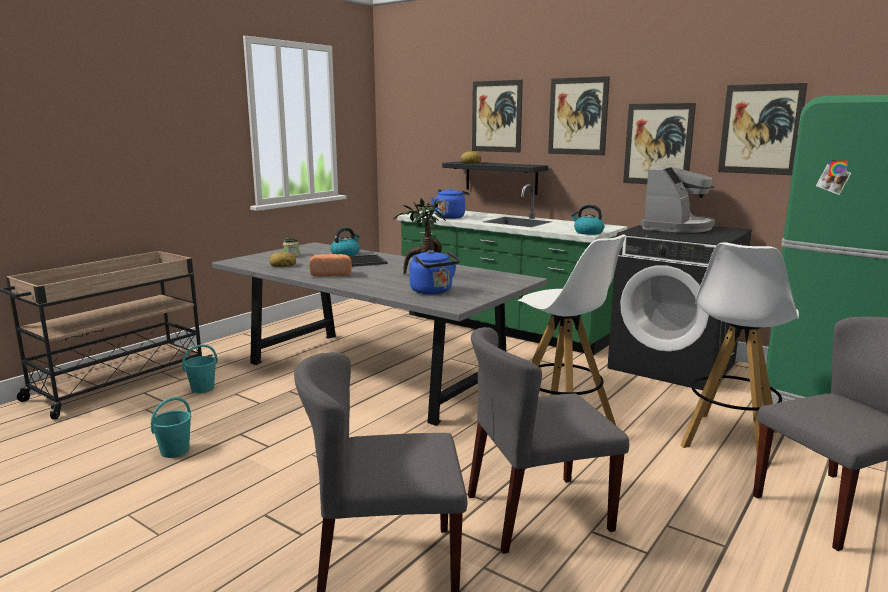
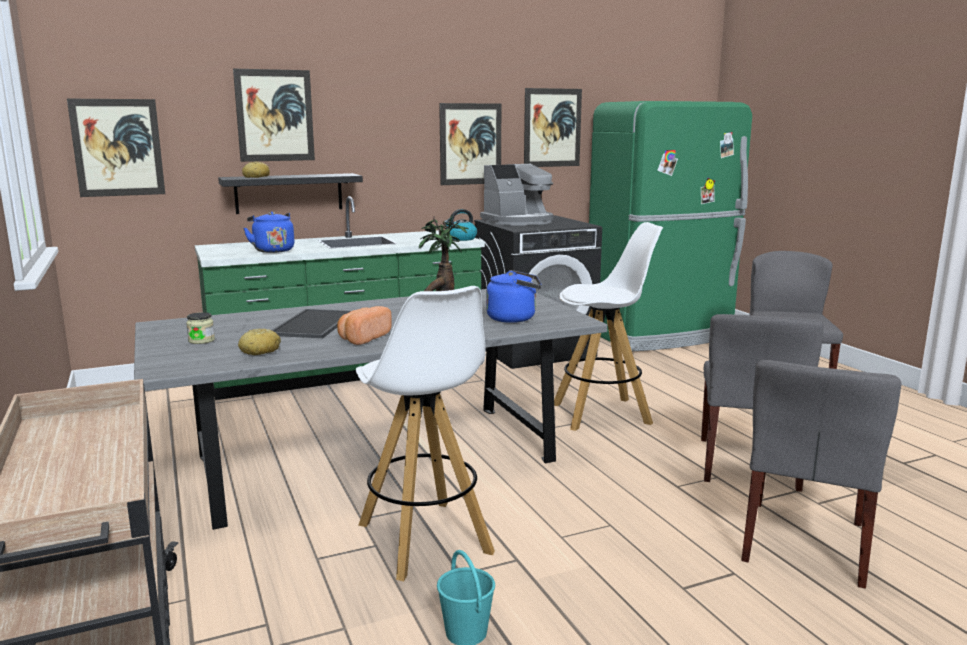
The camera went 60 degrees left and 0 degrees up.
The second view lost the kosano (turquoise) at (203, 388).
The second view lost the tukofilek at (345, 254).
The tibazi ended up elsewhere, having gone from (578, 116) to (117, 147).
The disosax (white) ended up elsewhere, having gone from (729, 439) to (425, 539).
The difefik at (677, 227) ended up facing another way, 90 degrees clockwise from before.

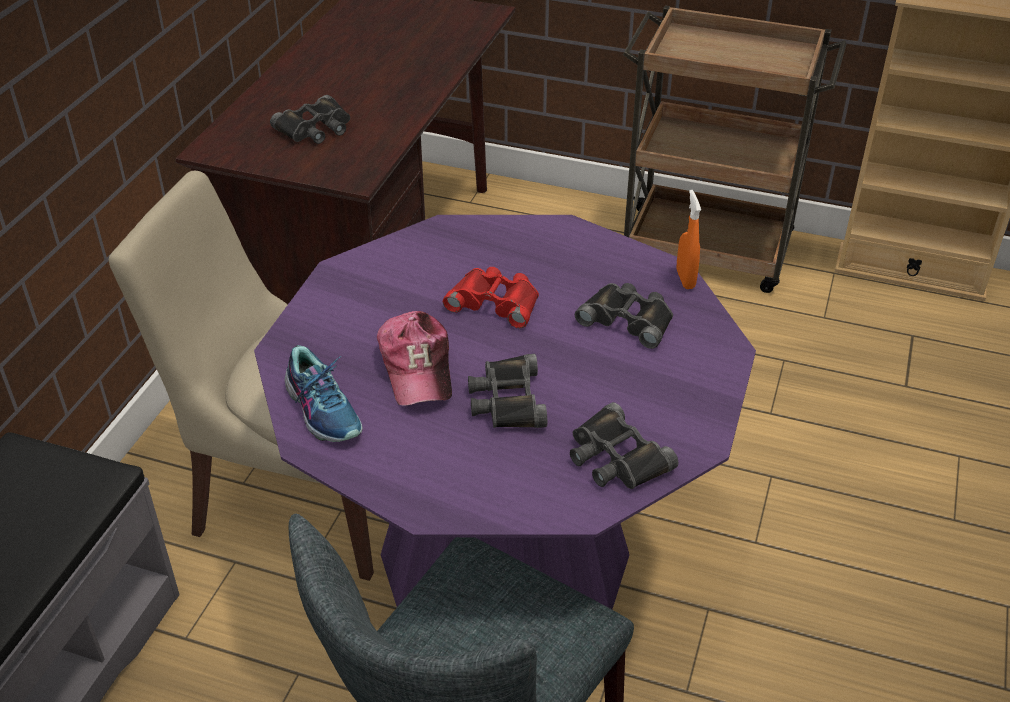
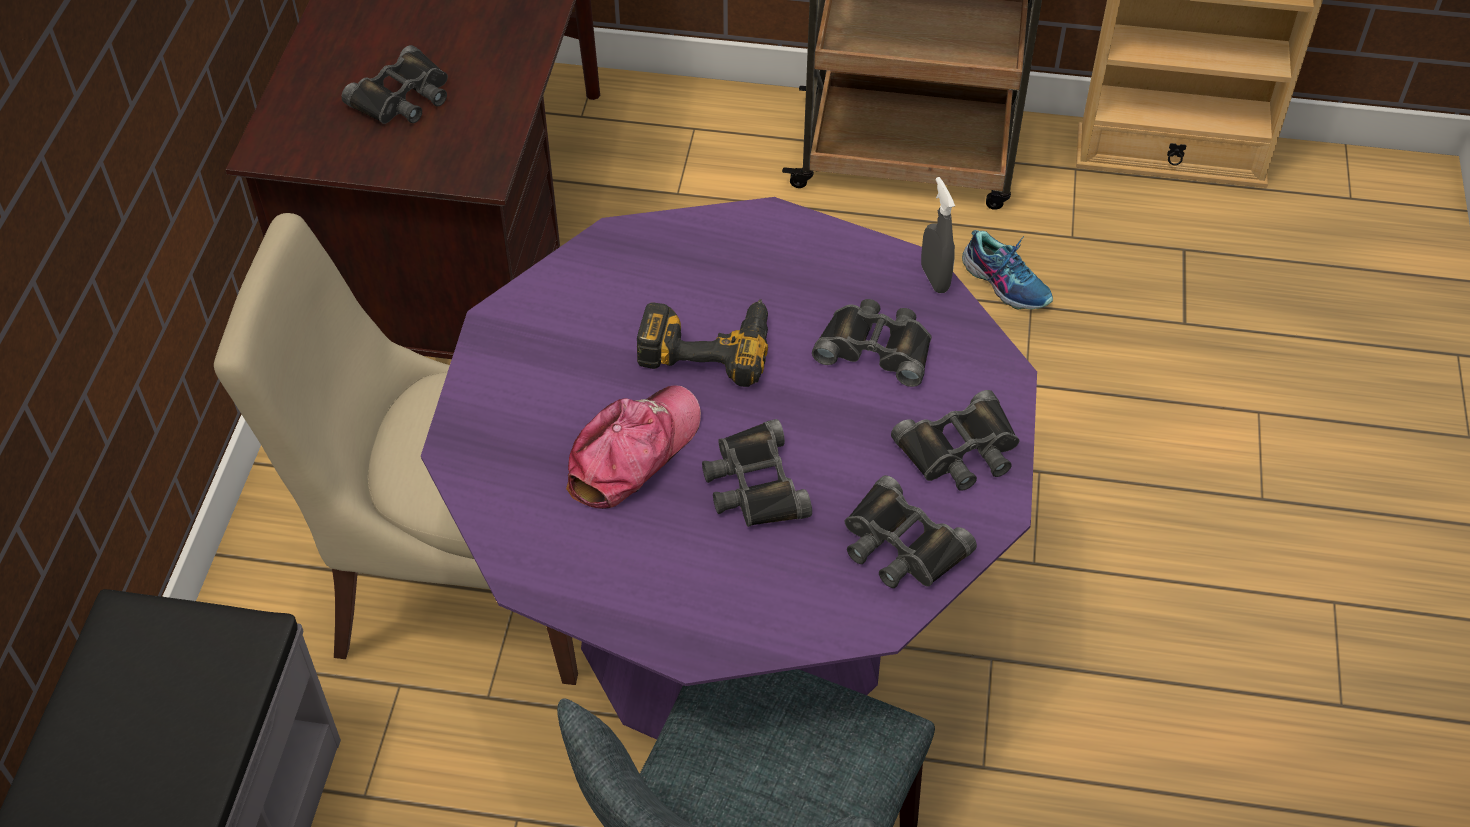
The camera went 10 degrees left and 10 degrees up.
The second view gained the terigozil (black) at (960, 451).
The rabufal ended up elsewhere, having gone from (324, 409) to (1006, 282).
Where the terigozil (red) stood at (495, 302), the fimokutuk came to stand at (707, 343).
What was the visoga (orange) at (685, 279) turned into the visoga (grey) at (934, 278).
The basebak at (417, 367) ended up facing another way, 120 degrees counterclockwise from before.

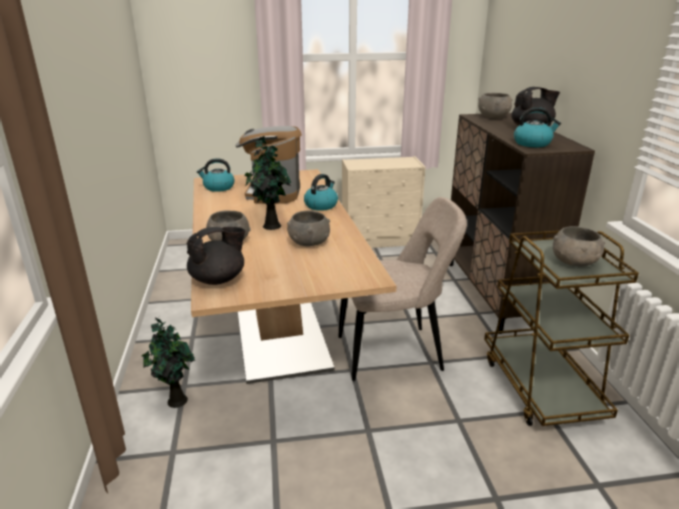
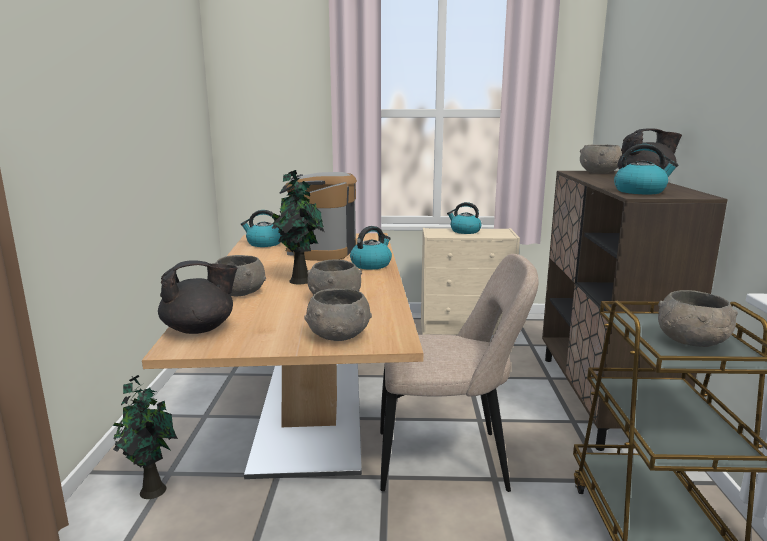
The camera went 10 degrees right and 10 degrees down.
The second view gained the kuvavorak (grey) at (337, 335).
The second view gained the tukofilek at (464, 231).

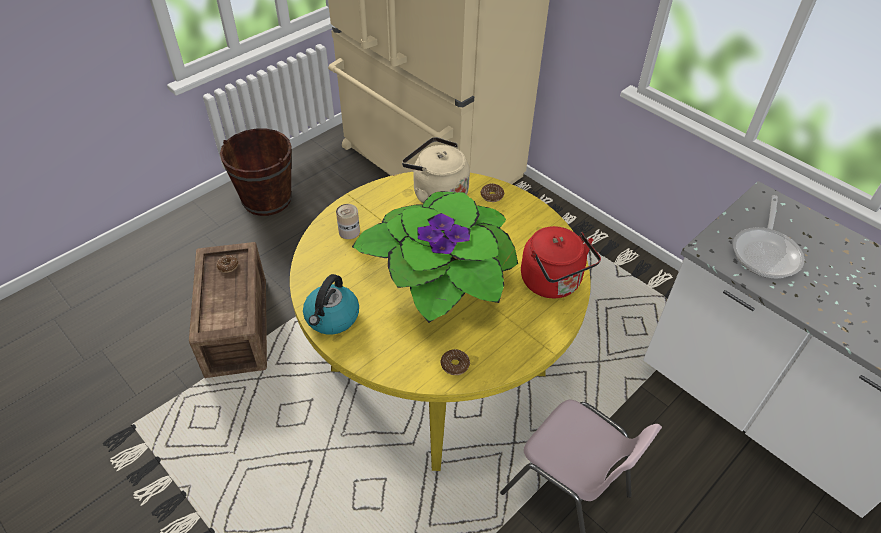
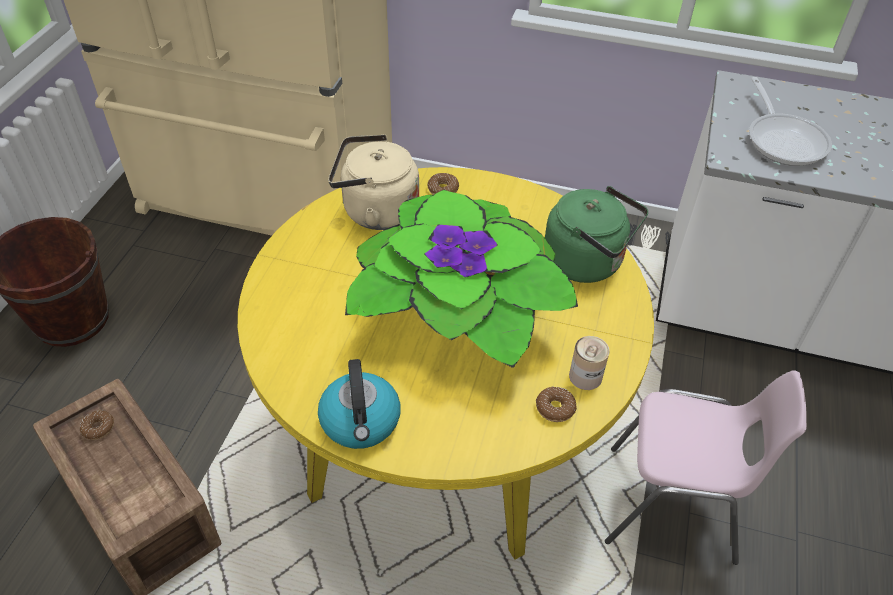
The camera went 30 degrees left and 0 degrees up.
The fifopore ended up elsewhere, having gone from (349, 231) to (585, 376).
What was the tukofilek (red) at (553, 283) turned into the tukofilek (green) at (587, 262).

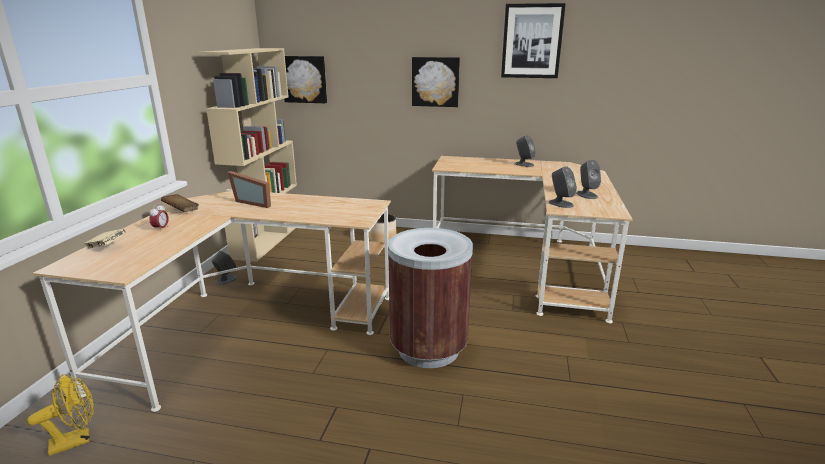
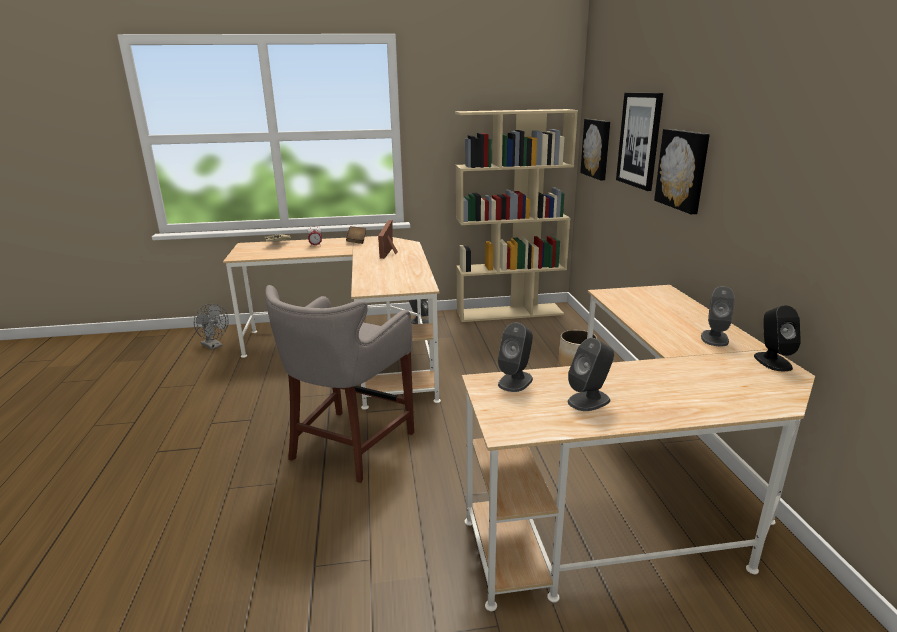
The camera went 70 degrees right and 0 degrees up.
The second view gained the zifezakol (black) at (772, 361).
The tibazi ended up elsewhere, having gone from (532, 41) to (639, 140).
Where the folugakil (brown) stood at (428, 349), the disosax (grey) came to stand at (348, 446).
What was the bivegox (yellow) at (77, 440) turned into the bivegox (grey) at (214, 346).

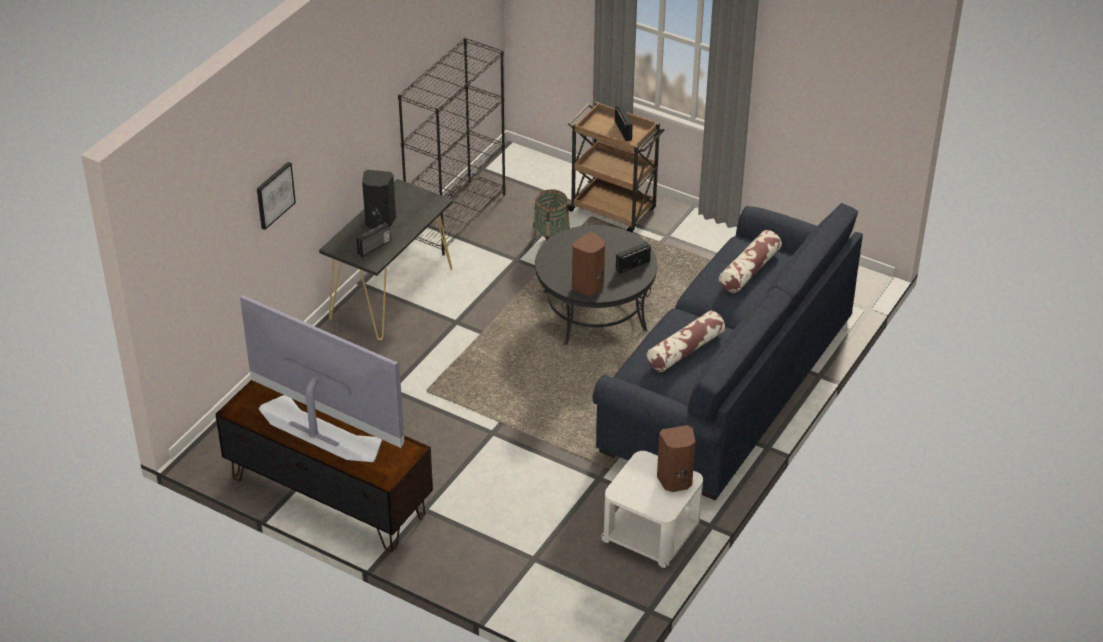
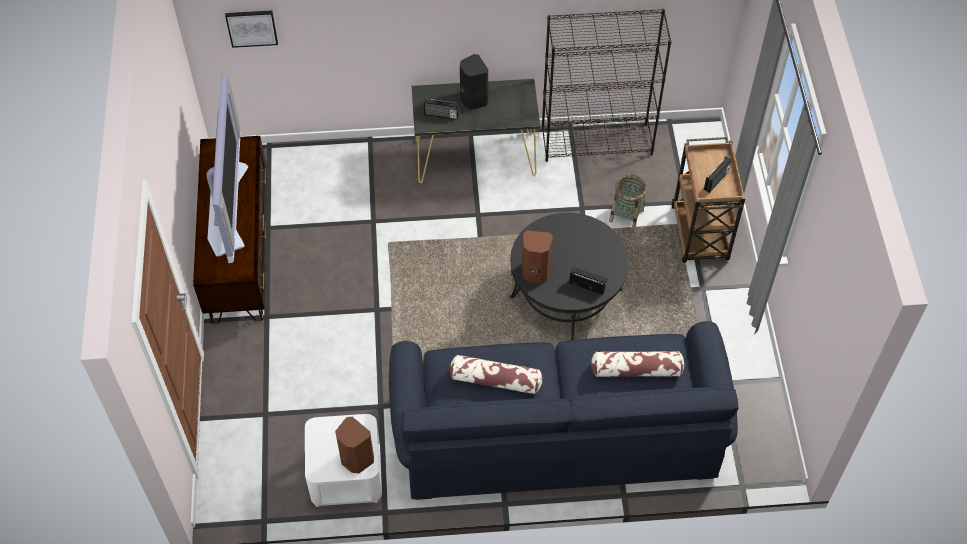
The camera went 55 degrees right and 15 degrees up.
The tibazi ended up elsewhere, having gone from (274, 195) to (252, 27).

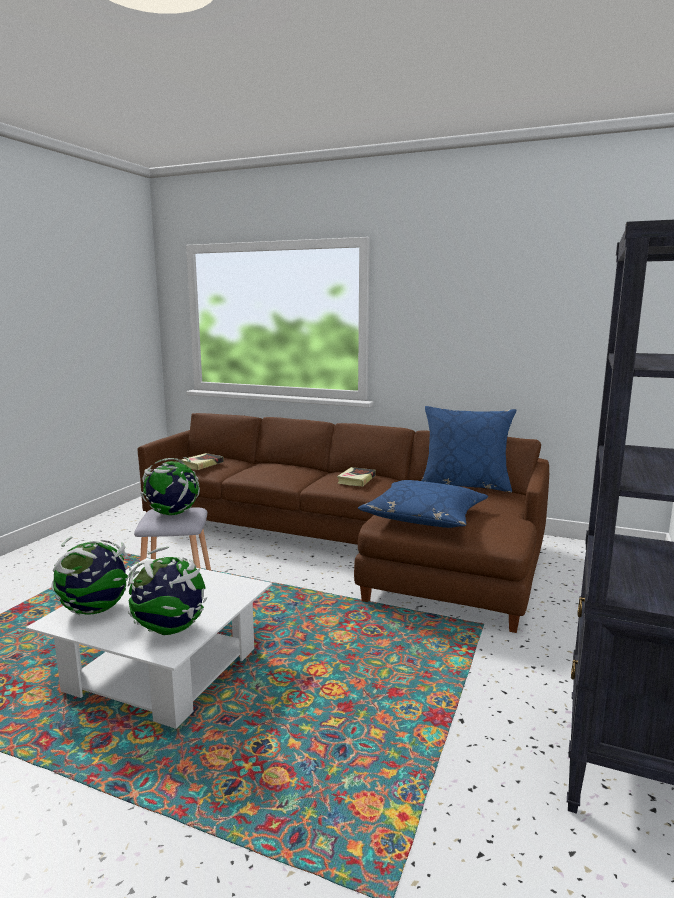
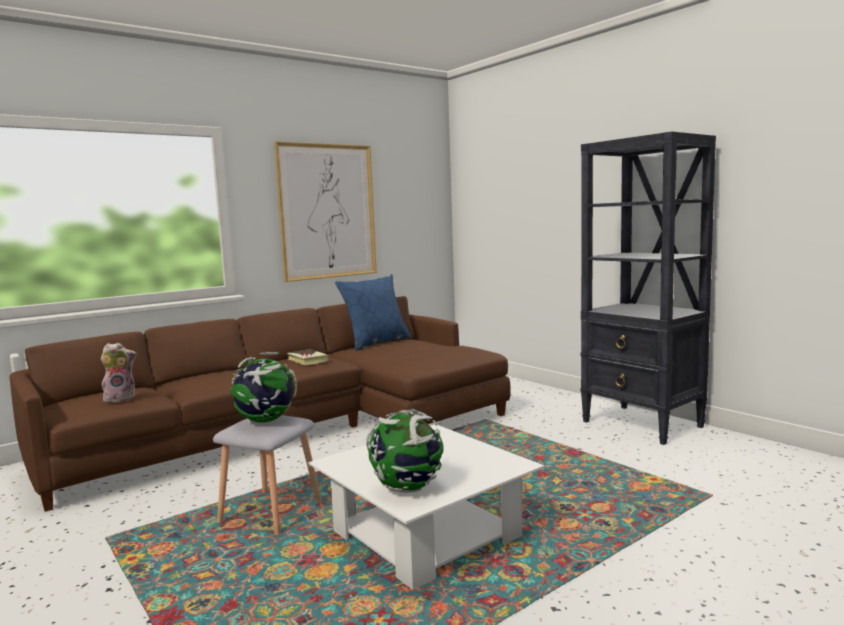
The camera went 60 degrees left and 5 degrees down.
The second view lost the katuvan at (170, 630).
The second view lost the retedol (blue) at (424, 517).
The second view gained the tibazi at (327, 211).
Where the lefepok stood at (202, 464), the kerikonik came to stand at (121, 398).

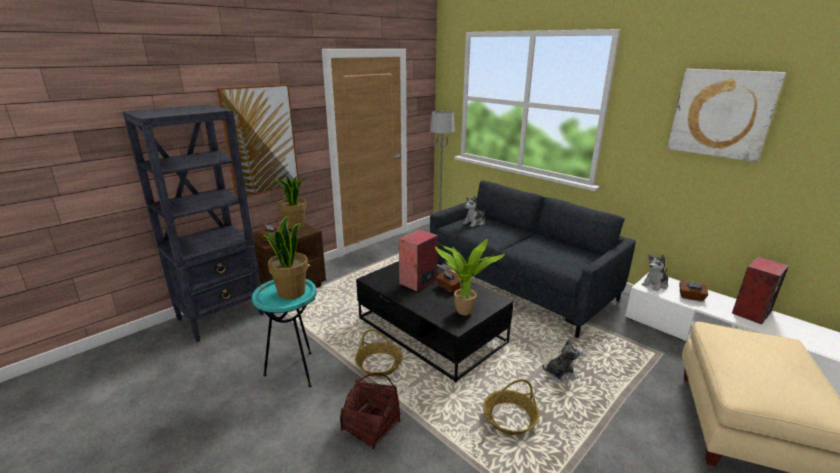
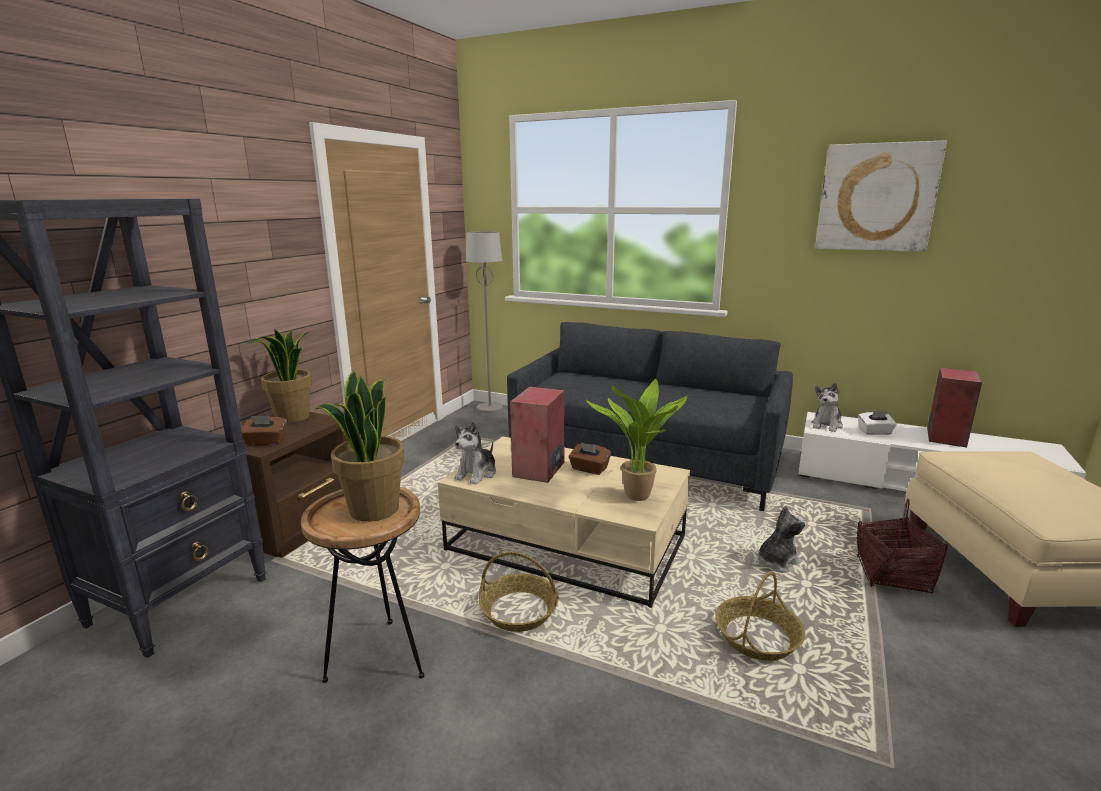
The camera went 20 degrees left and 5 degrees down.
The second view lost the tibazi at (260, 140).
The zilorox ended up elsewhere, having gone from (371, 426) to (892, 575).
The kerikonik ended up elsewhere, having gone from (474, 223) to (477, 474).
What was the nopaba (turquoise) at (295, 370) turned into the nopaba (brown) at (379, 658).
What was the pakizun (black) at (432, 331) turned into the pakizun (beige) at (568, 544).
What was the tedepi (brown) at (691, 297) turned into the tedepi (white) at (875, 432).

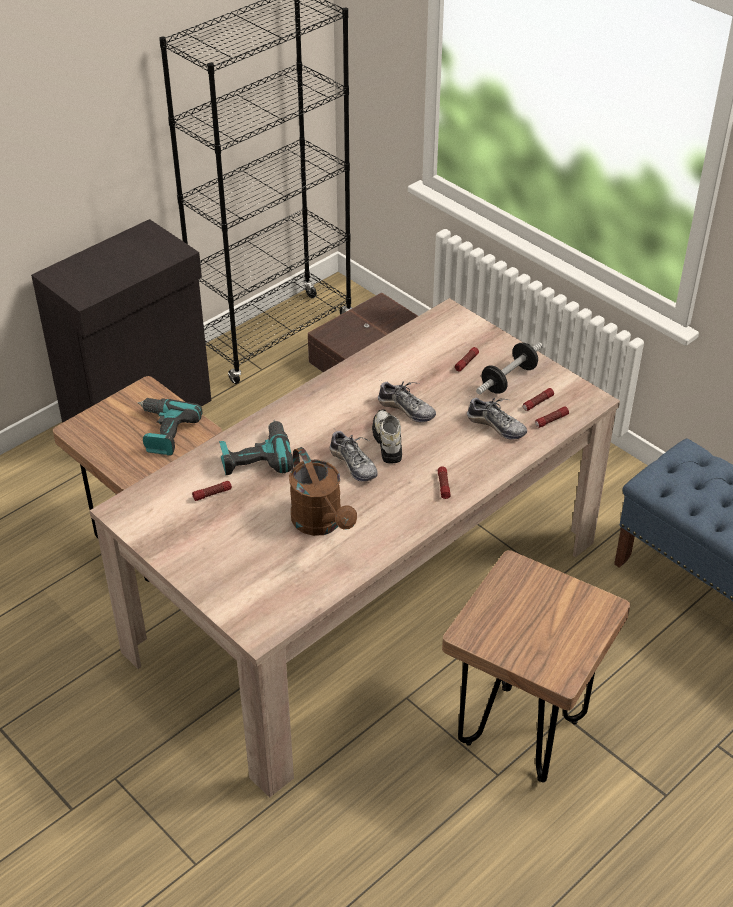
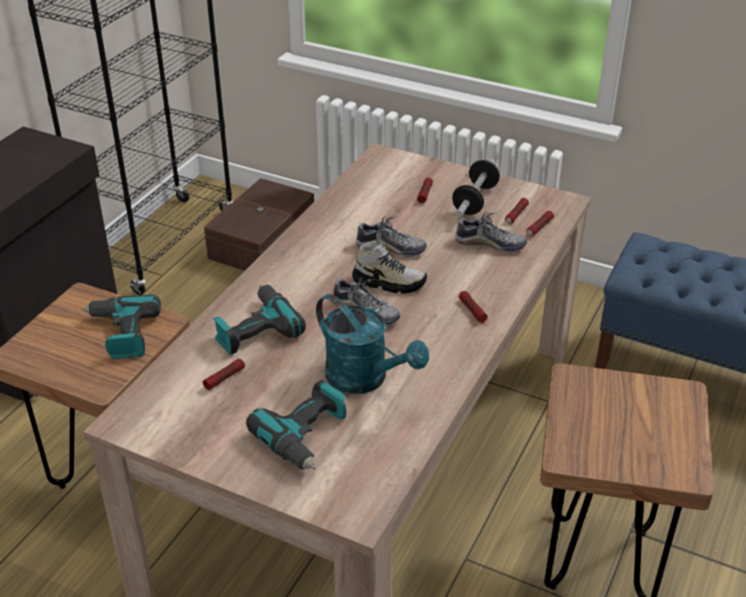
The camera went 20 degrees left and 5 degrees down.
The second view gained the fimokutuk at (307, 436).
What was the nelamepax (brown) at (321, 524) turned into the nelamepax (turquoise) at (365, 379).
The rabufal at (387, 442) ended up facing another way, 135 degrees clockwise from before.

